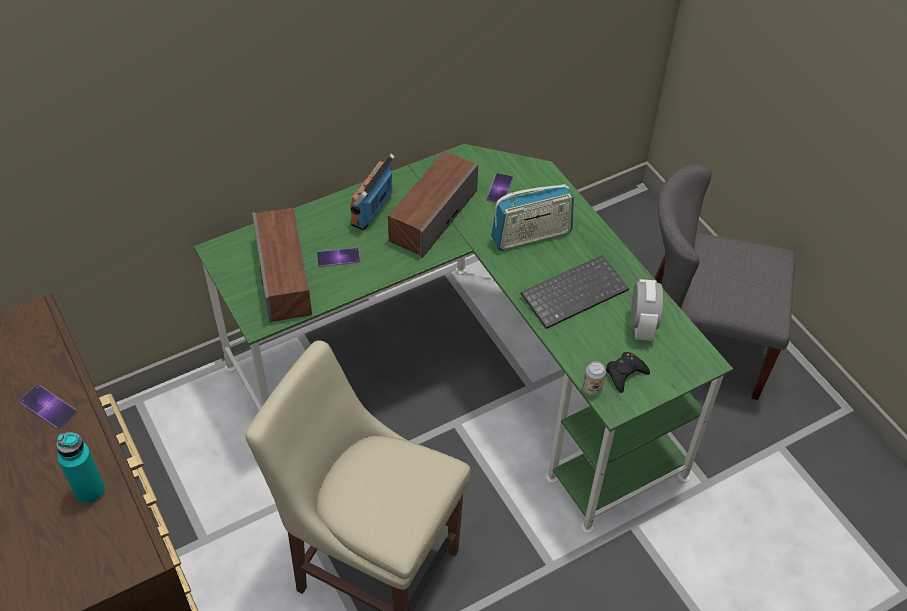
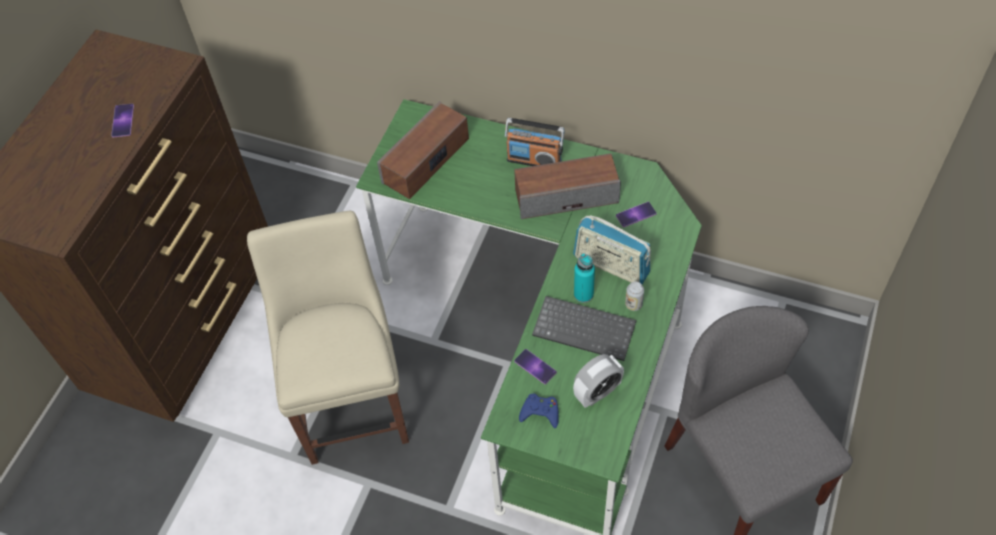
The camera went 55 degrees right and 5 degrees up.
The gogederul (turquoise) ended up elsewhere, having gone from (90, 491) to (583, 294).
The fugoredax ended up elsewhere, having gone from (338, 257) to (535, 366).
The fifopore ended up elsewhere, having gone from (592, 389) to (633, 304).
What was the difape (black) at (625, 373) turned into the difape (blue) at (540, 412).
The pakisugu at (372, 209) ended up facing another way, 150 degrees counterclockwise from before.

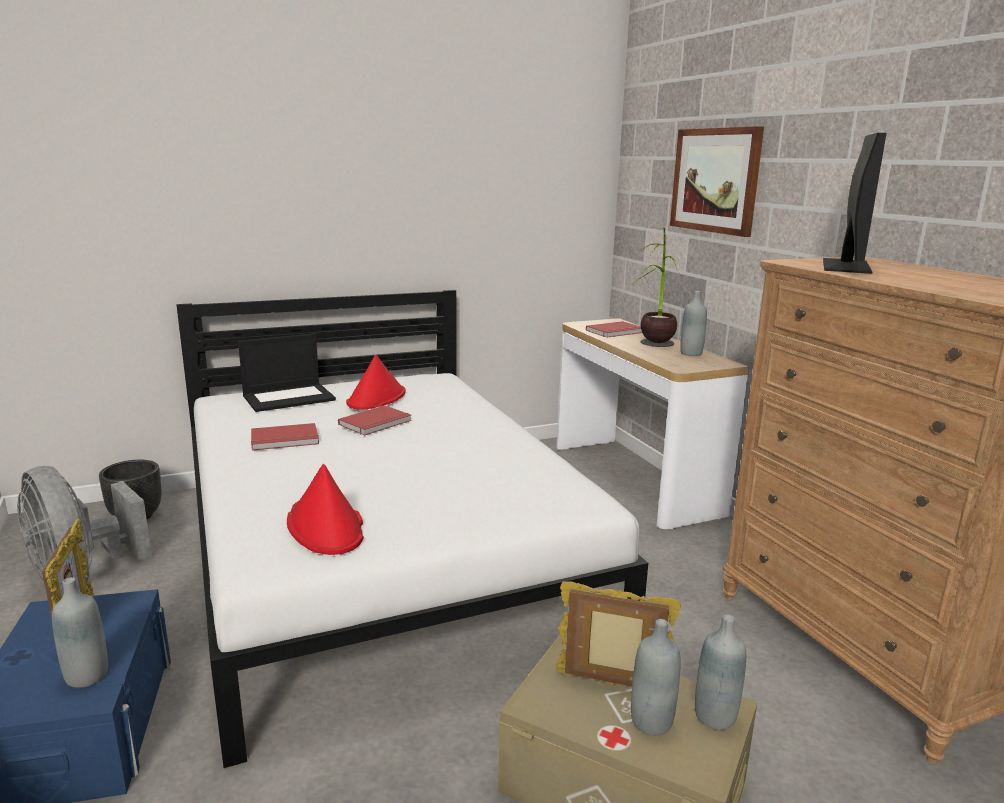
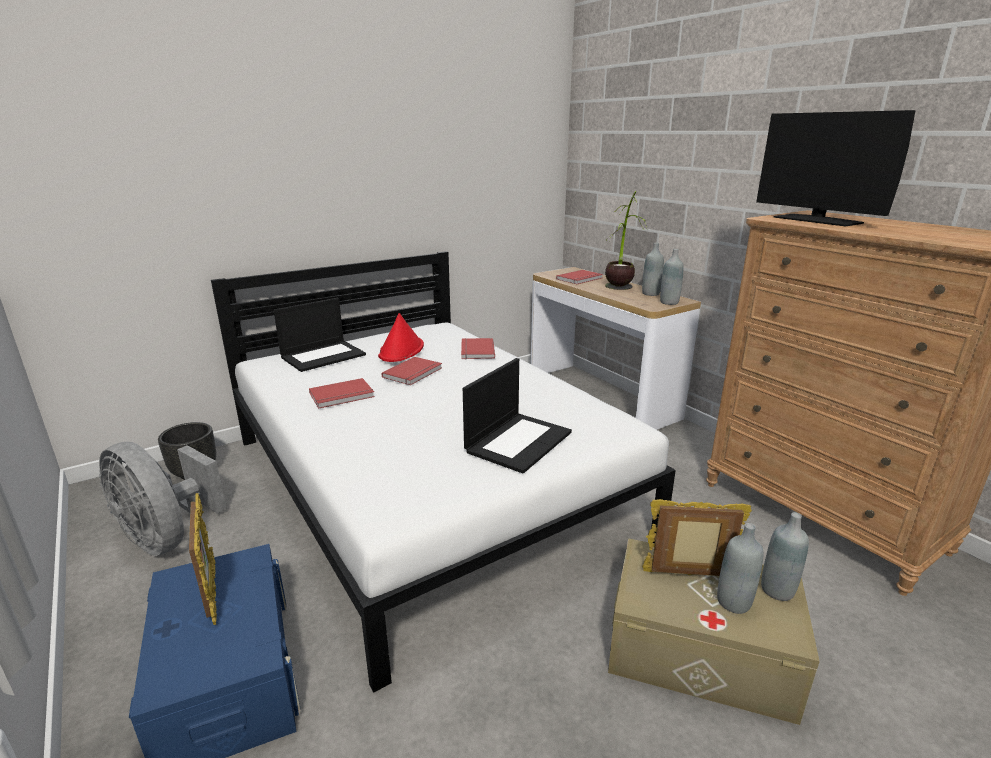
The camera went 10 degrees left and 5 degrees up.
The second view lost the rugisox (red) at (326, 526).
The second view lost the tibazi at (715, 180).
The second view gained the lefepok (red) at (476, 350).
The second view gained the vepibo at (518, 441).
The gogederul (grey) ended up elsewhere, having gone from (87, 676) to (669, 302).
The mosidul at (846, 266) ended up facing another way, 135 degrees clockwise from before.

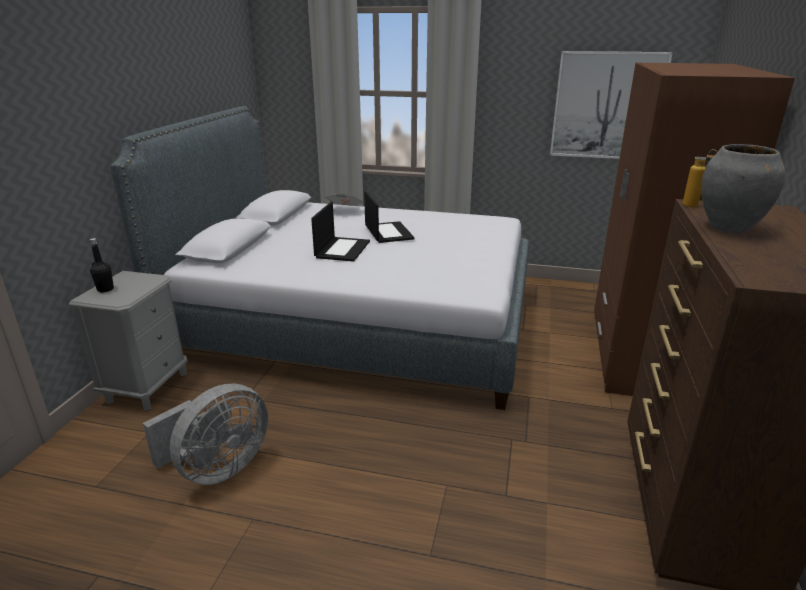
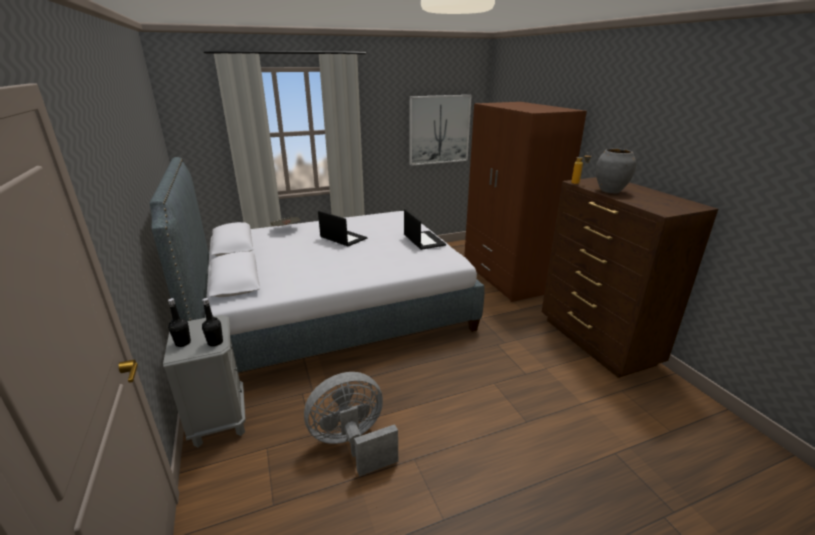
The camera went 35 degrees left and 0 degrees up.
The second view gained the gogederul (black) at (215, 342).
The vepibo ended up elsewhere, having gone from (342, 249) to (423, 240).
The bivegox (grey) at (217, 469) ended up facing another way, 120 degrees counterclockwise from before.

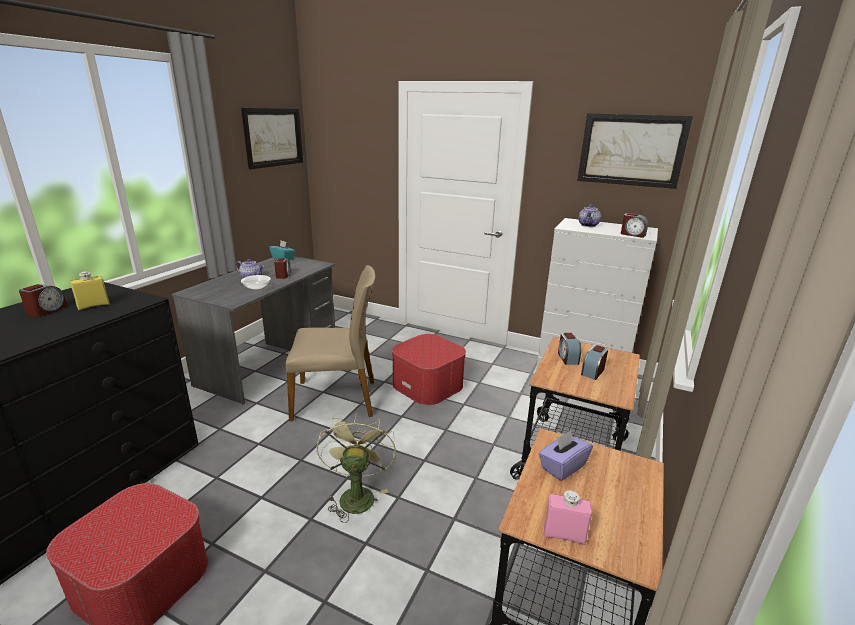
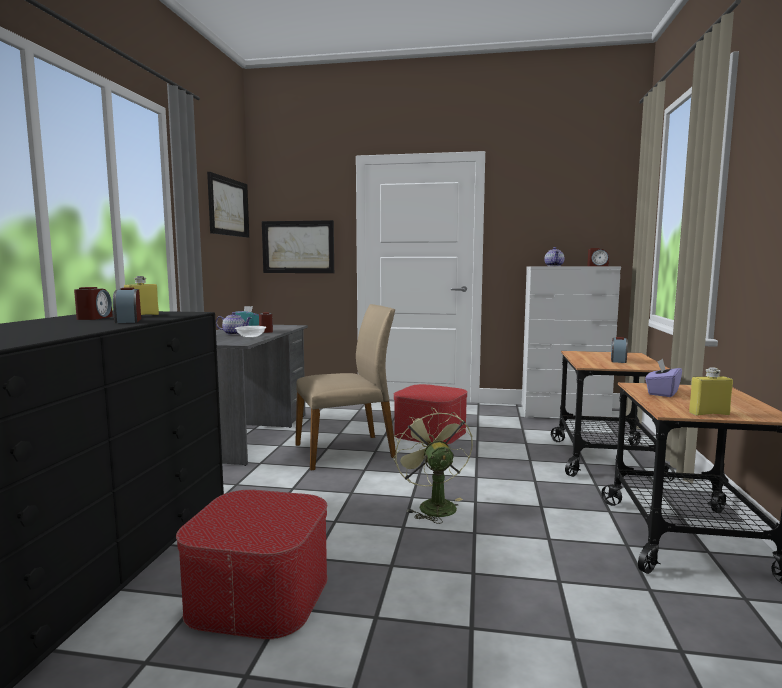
The camera went 15 degrees left and 15 degrees down.
The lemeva ended up elsewhere, having gone from (567, 358) to (128, 321).
The tibazi ended up elsewhere, having gone from (631, 150) to (298, 247).
What was the gogederul (pink) at (564, 535) turned into the gogederul (yellow) at (709, 413).

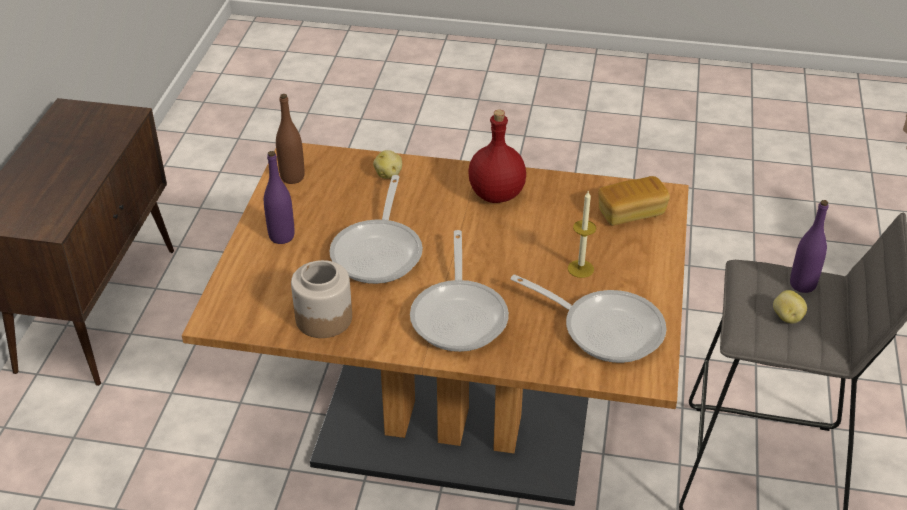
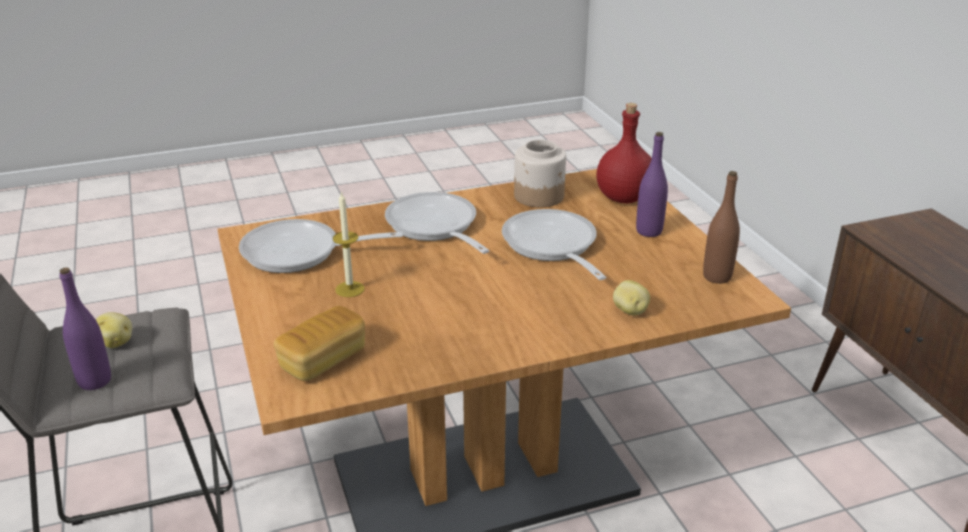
The camera went 150 degrees right and 10 degrees down.
The gogederul (red) ended up elsewhere, having gone from (496, 195) to (623, 197).

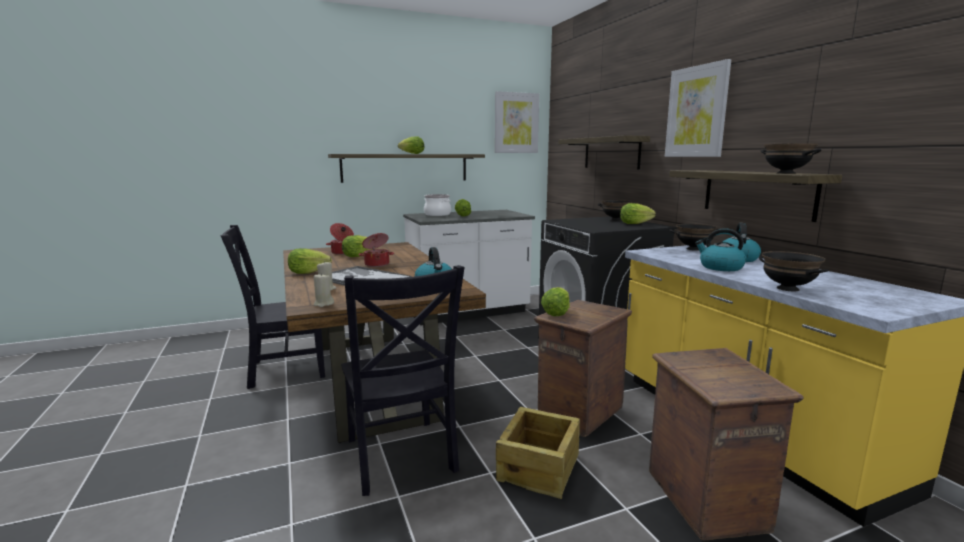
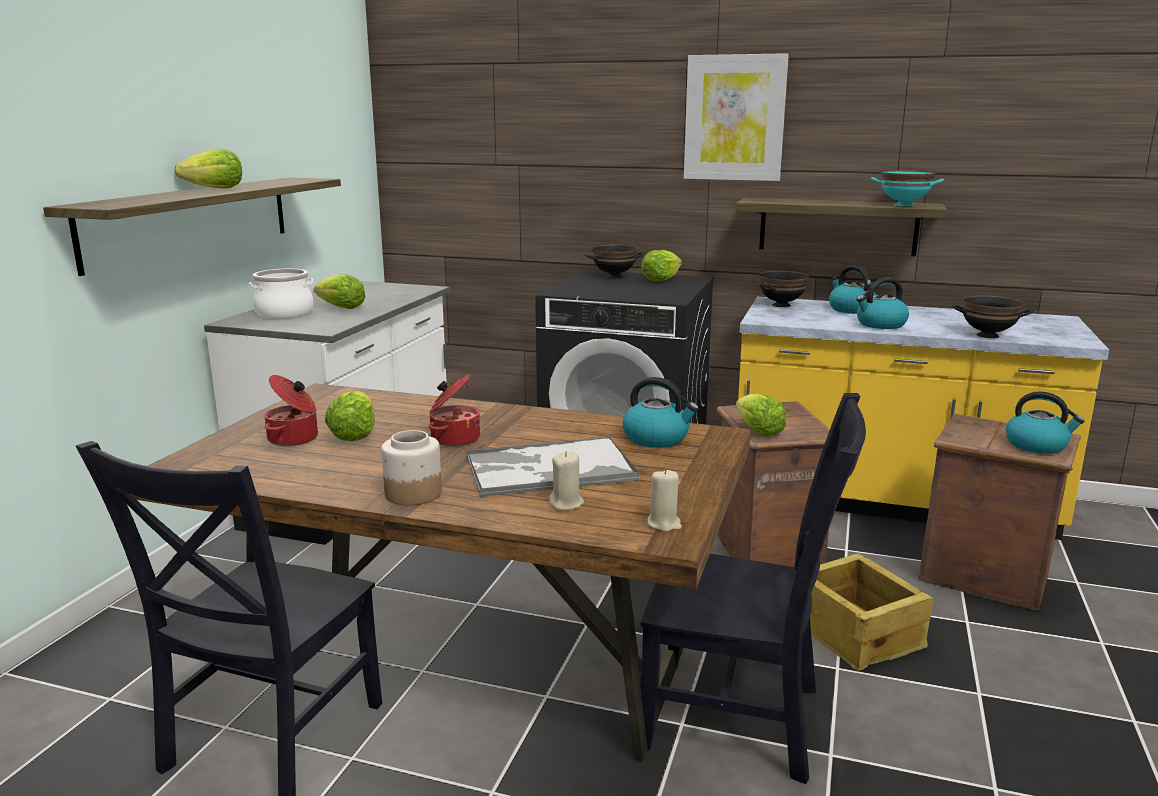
The camera went 50 degrees left and 5 degrees up.
The second view lost the tibazi at (516, 123).
The second view lost the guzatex at (611, 153).
The second view gained the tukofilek at (1037, 445).
Where the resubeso stood at (308, 273), the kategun came to stand at (412, 494).
What was the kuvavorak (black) at (786, 173) turned into the kuvavorak (turquoise) at (904, 205).

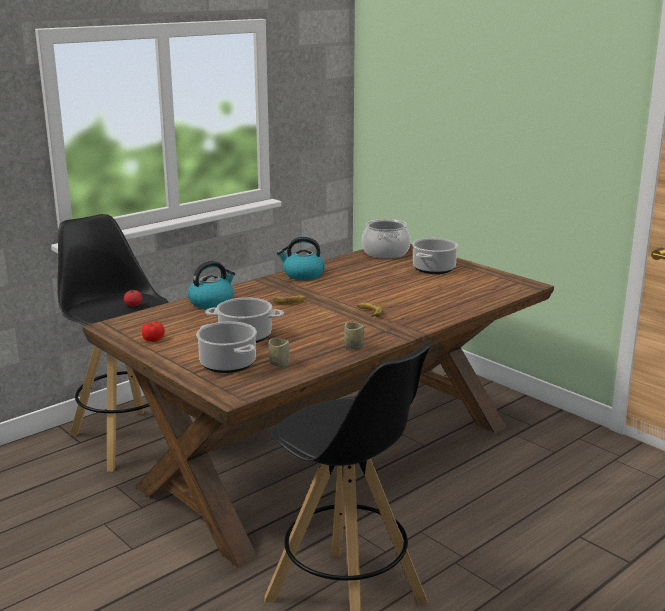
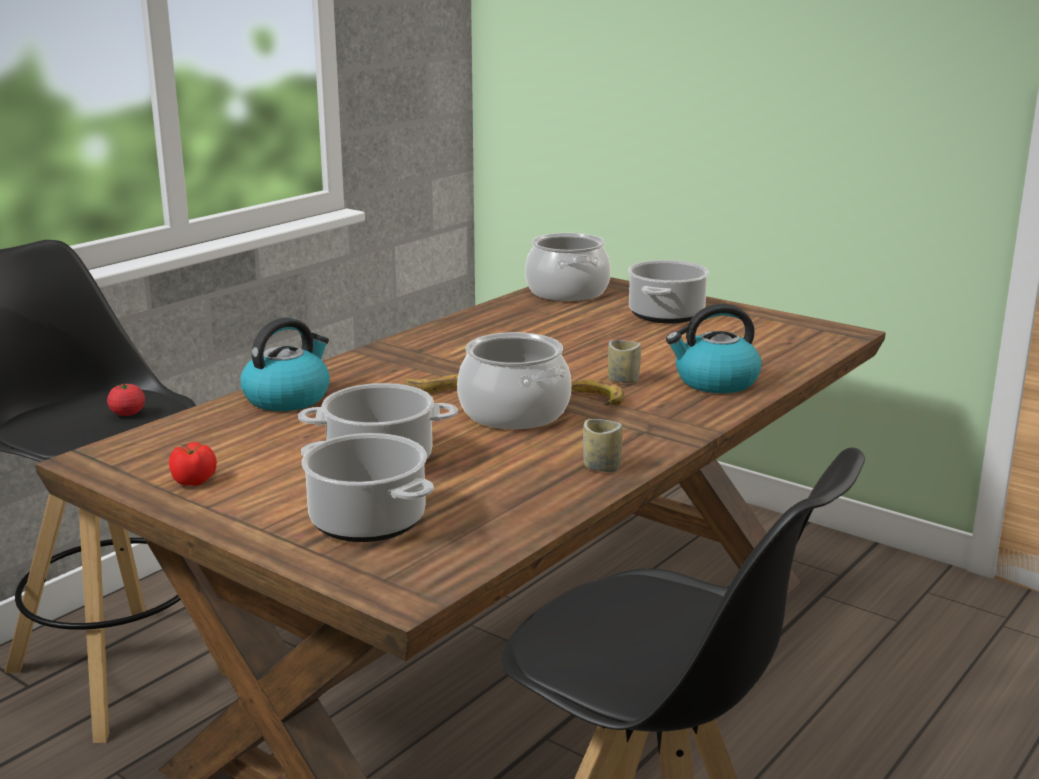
The camera went 10 degrees left and 0 degrees up.
The second view gained the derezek at (515, 413).
The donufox ended up elsewhere, having gone from (279, 364) to (623, 380).
The tukofilek ended up elsewhere, having gone from (303, 275) to (715, 382).

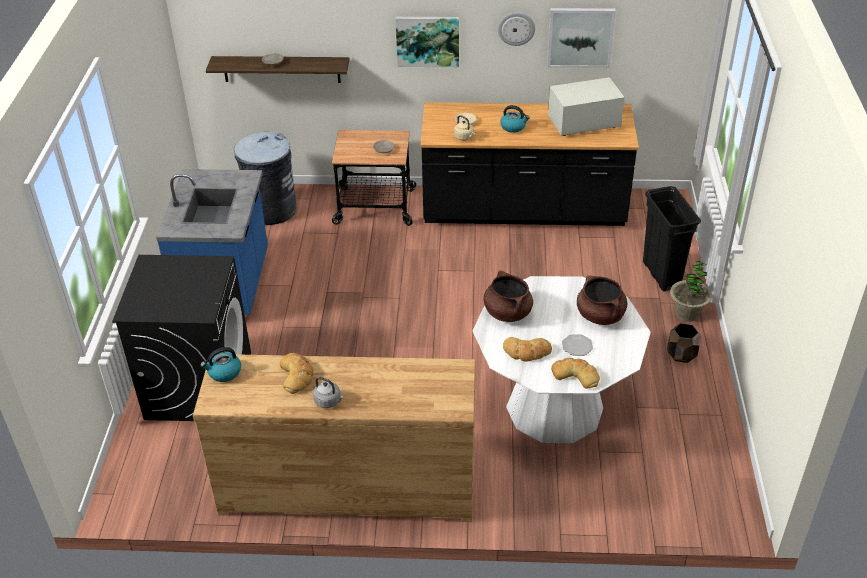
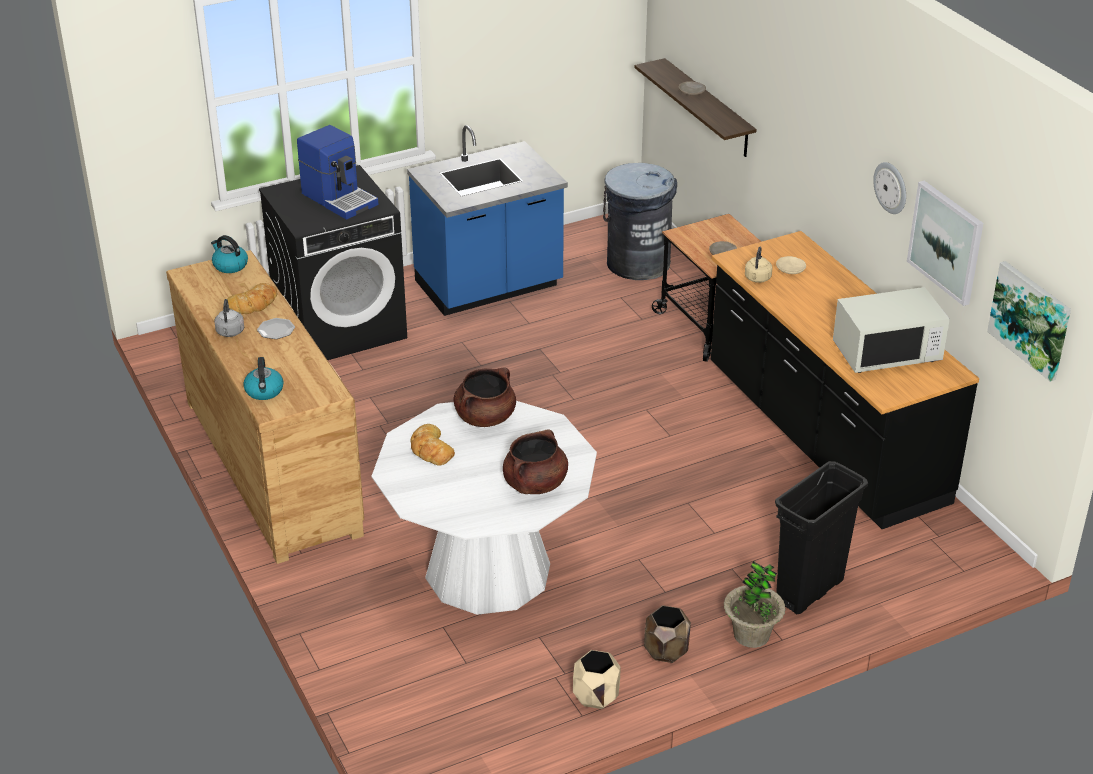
The camera went 60 degrees right and 5 degrees down.
The second view lost the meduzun at (576, 375).
The second view gained the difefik at (340, 198).
The second view gained the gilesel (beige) at (595, 696).
The tibazi ended up elsewhere, having gone from (427, 41) to (1031, 319).
The tukofilek ended up elsewhere, having gone from (513, 127) to (264, 391).
The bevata ended up elsewhere, having gone from (577, 346) to (276, 330).
The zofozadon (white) at (583, 123) ended up facing another way, 120 degrees clockwise from before.

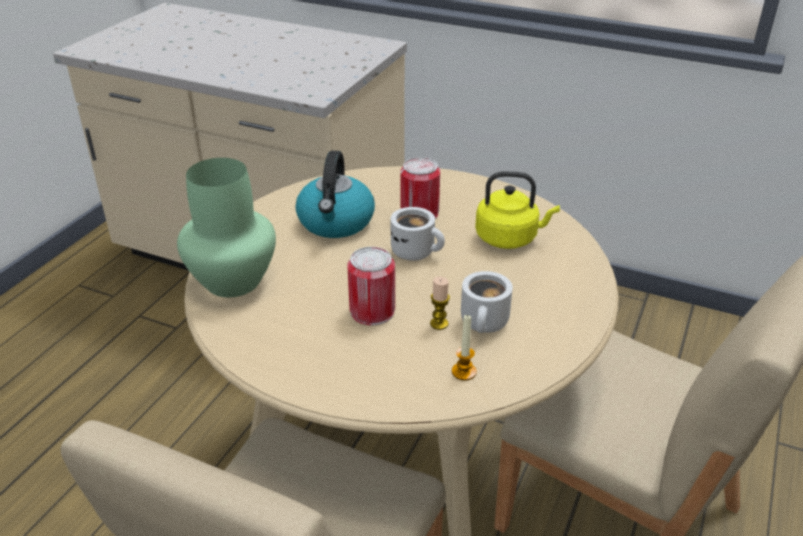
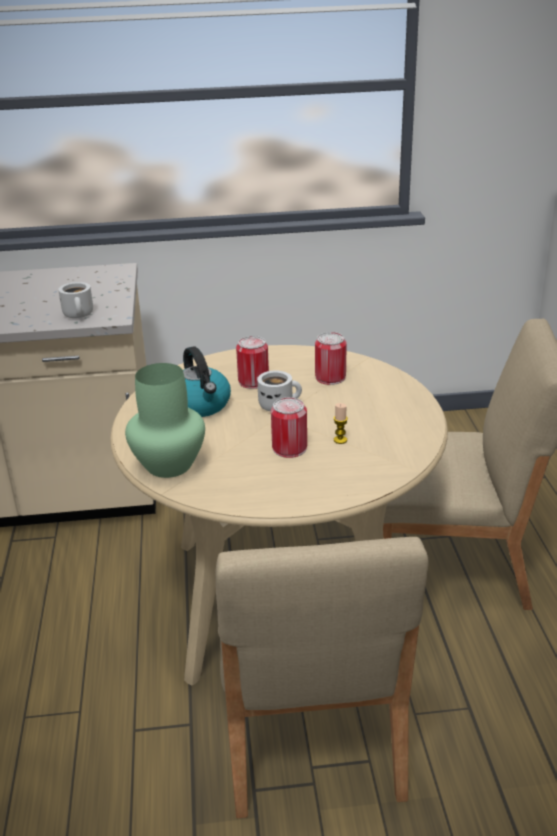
The camera went 30 degrees left and 5 degrees down.
The second view lost the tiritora at (464, 372).
The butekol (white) ended up elsewhere, having gone from (486, 324) to (80, 315).
Where the tukofilek (yellow) stood at (509, 238), the fifopore came to stand at (330, 377).

